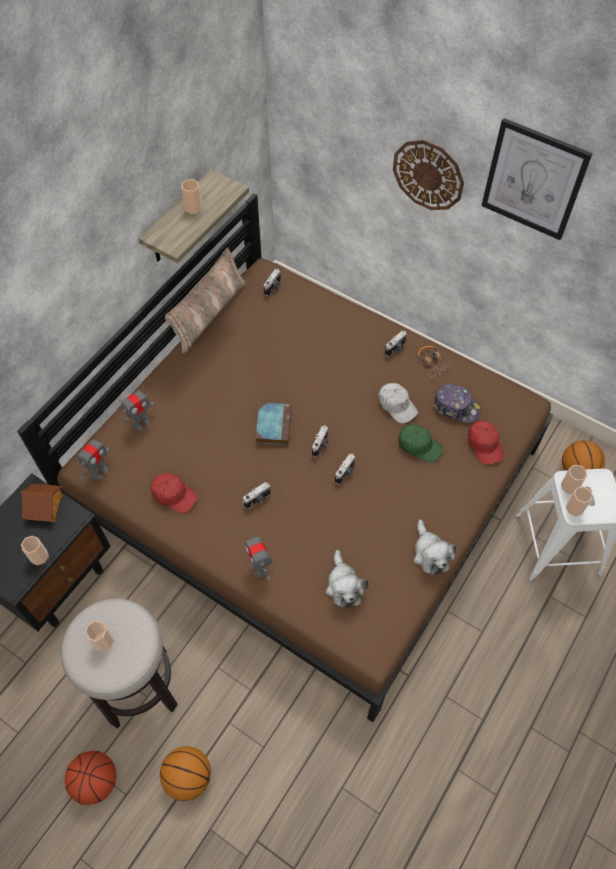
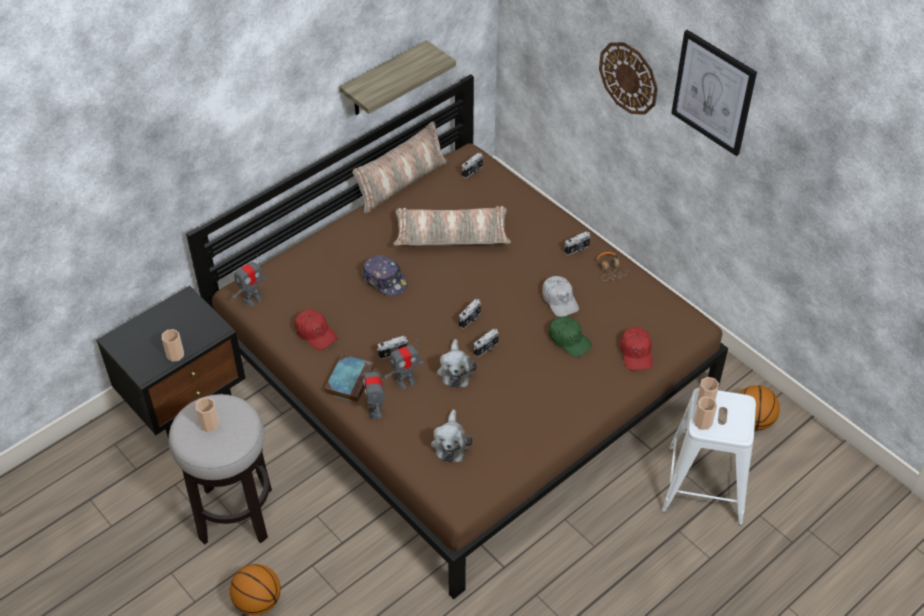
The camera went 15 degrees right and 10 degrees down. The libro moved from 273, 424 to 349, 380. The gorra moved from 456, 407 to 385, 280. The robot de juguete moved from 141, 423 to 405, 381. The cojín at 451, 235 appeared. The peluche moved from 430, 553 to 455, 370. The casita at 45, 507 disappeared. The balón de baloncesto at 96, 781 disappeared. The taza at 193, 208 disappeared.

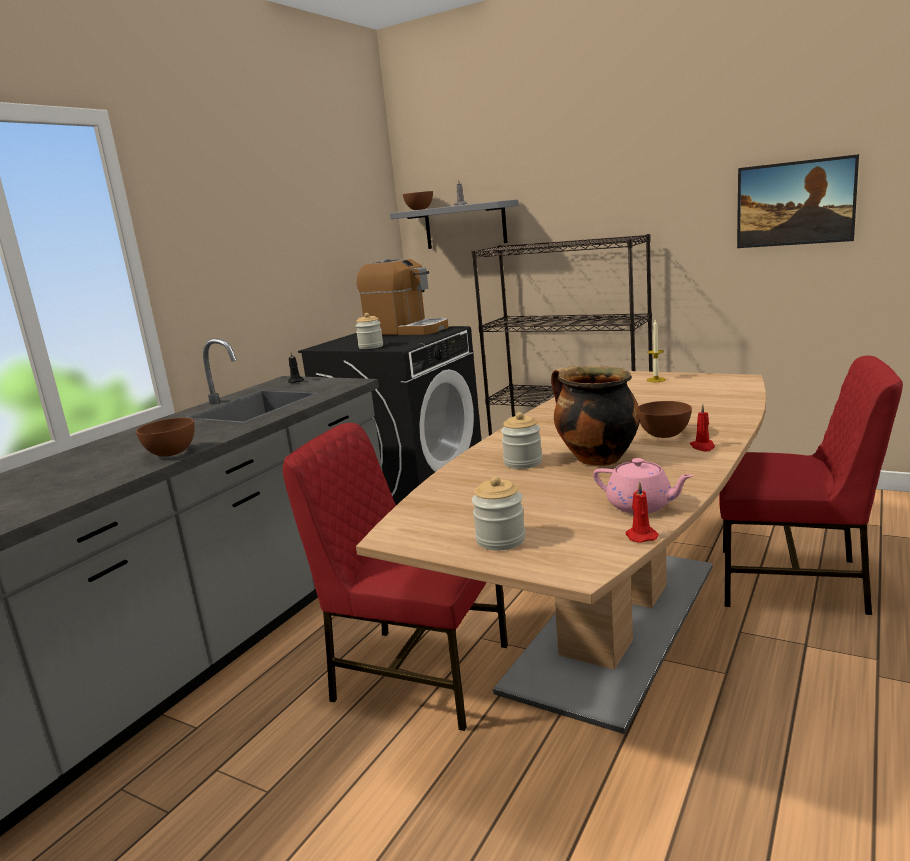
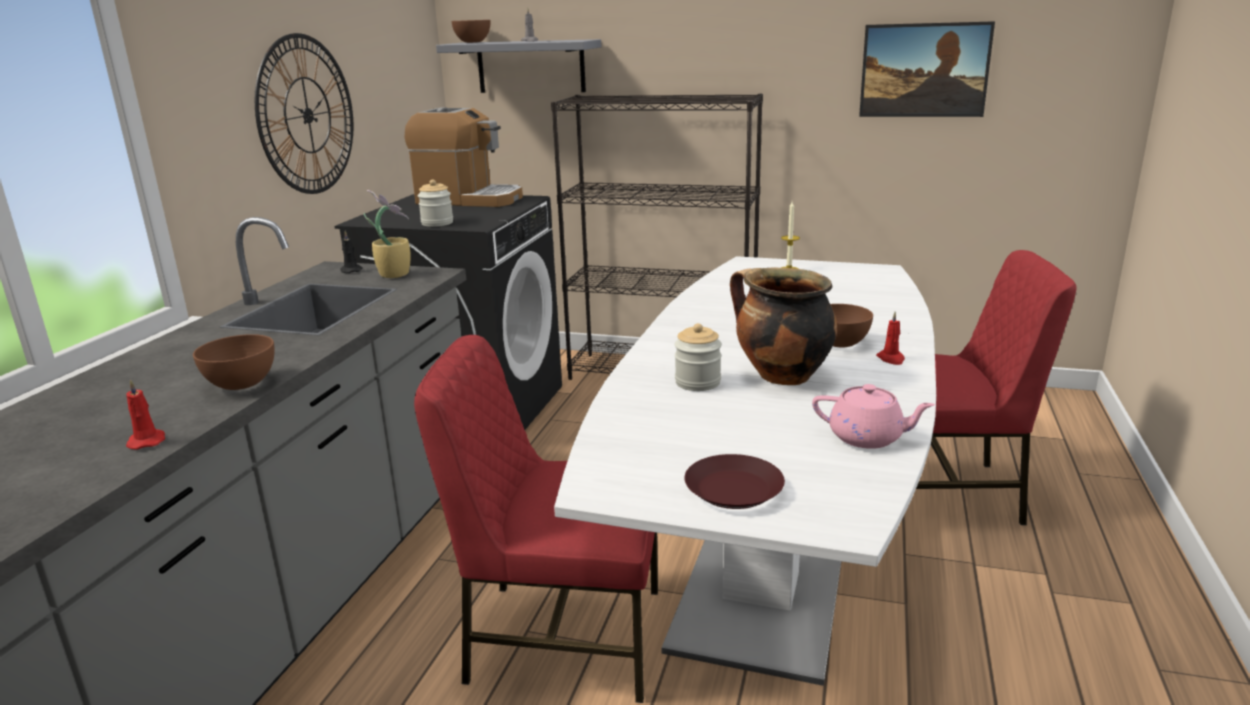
The camera went 15 degrees left and 5 degrees up. The vela [rojo] moved from 640, 536 to 147, 441. The reloj de pared at 307, 115 appeared. The planta en maceta at 394, 274 appeared. The mesa de comedor [marrón] at 616, 622 became the mesa de comedor [blanco] at 772, 553. The tarro at 500, 540 was replaced by the plato [marrón] at 732, 489.

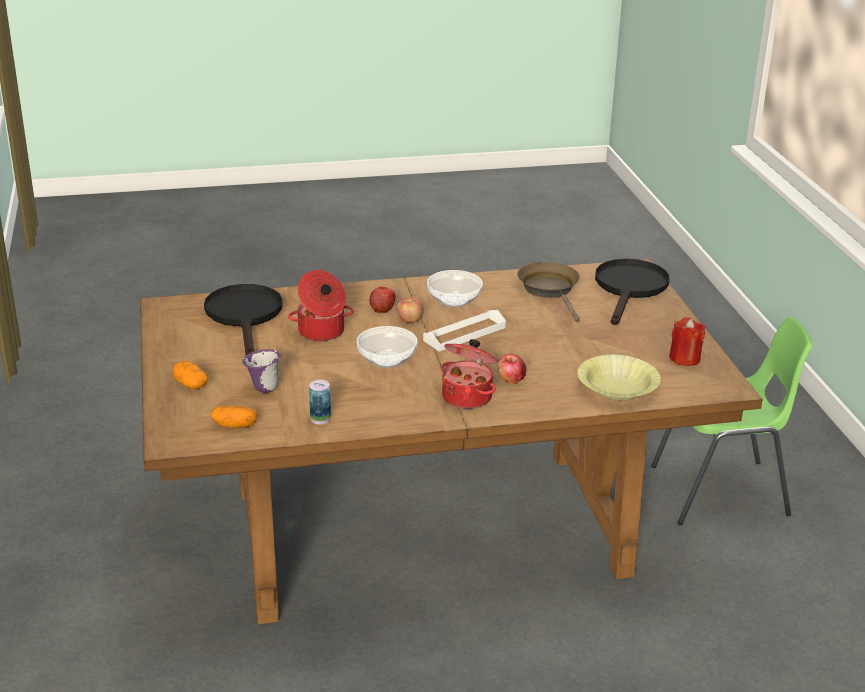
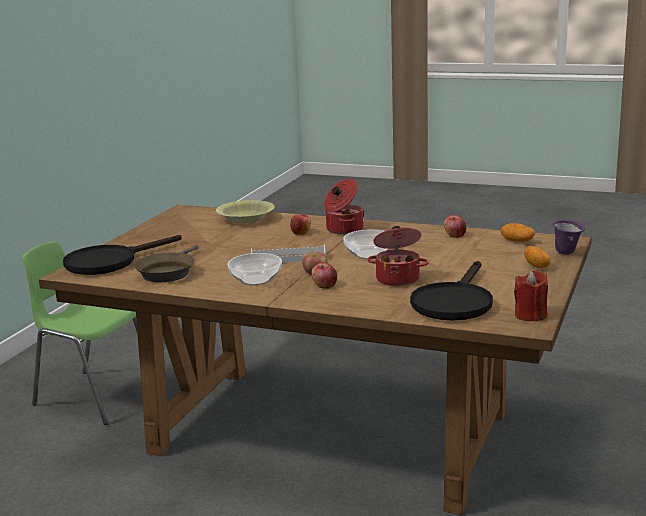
The camera went 145 degrees left and 10 degrees down. The lata at 320, 419 was replaced by the manzana at 455, 235. The vela [rojo] moved from 684, 358 to 530, 315. The taza grande [morado] moved from 263, 389 to 567, 253.

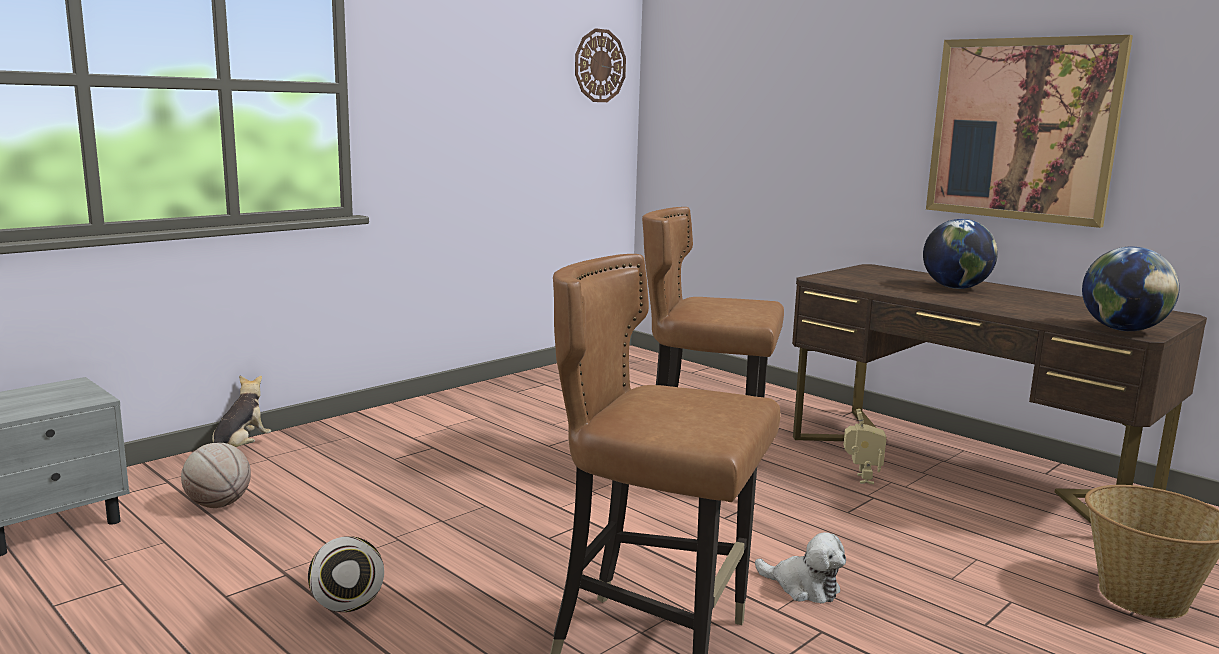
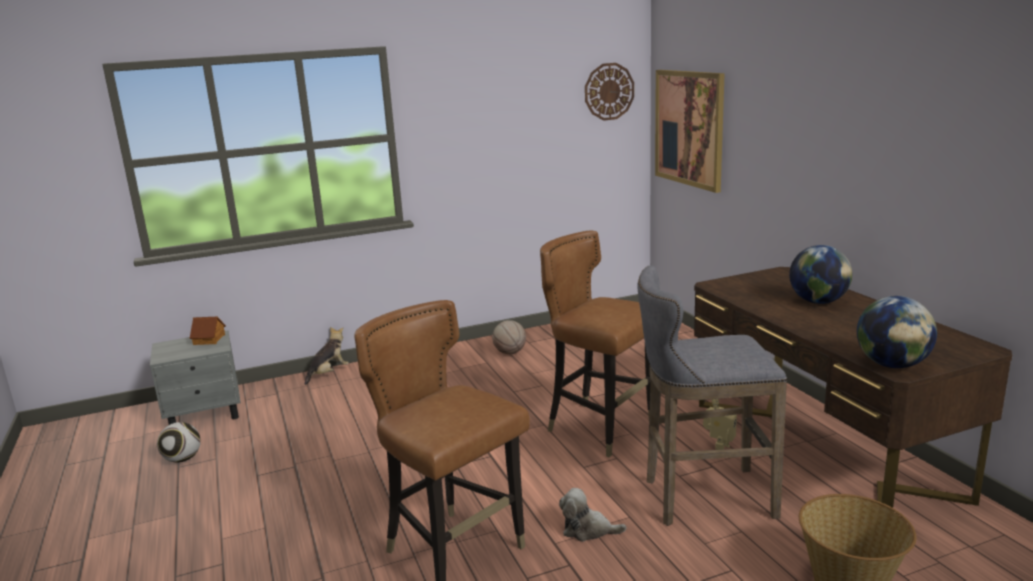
The camera went 25 degrees right and 5 degrees up. The balón de fútbol moved from 347, 606 to 183, 459. The casita at 209, 339 appeared. The balón de baloncesto moved from 218, 505 to 509, 353. The peluche at 803, 587 turned 135 degrees clockwise. The taburete [gris] at 702, 498 appeared. The cuadro moved from 1022, 129 to 689, 128.

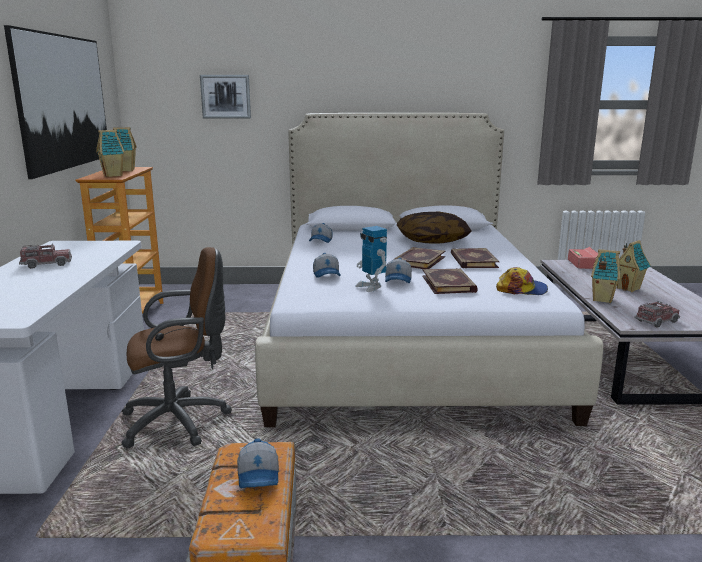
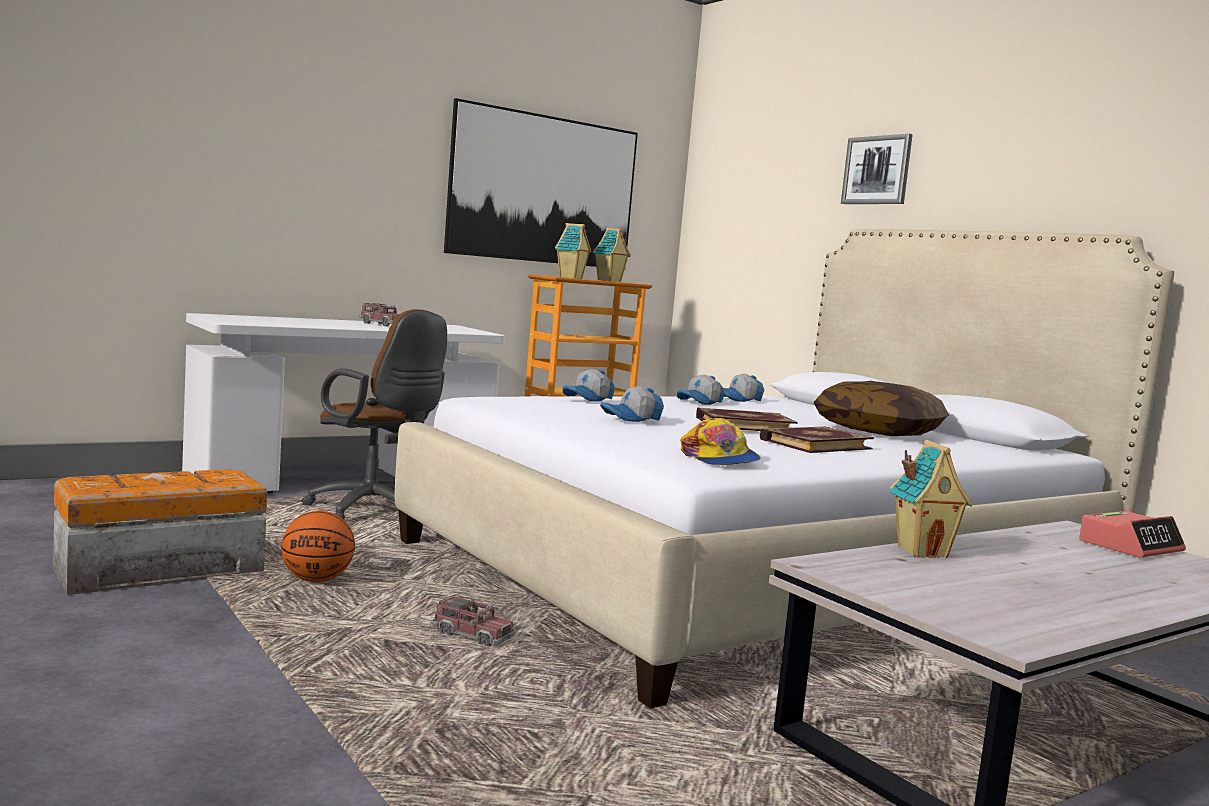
The camera went 55 degrees right and 10 degrees down. The balón de baloncesto at 316, 580 appeared. The camión de juguete moved from 656, 321 to 472, 636. The gorra moved from 259, 475 to 700, 402. The cuadro moved from 225, 96 to 877, 170. The robot de juguete at 371, 287 disappeared. The libro at 449, 284 disappeared. The casita at 629, 288 disappeared.

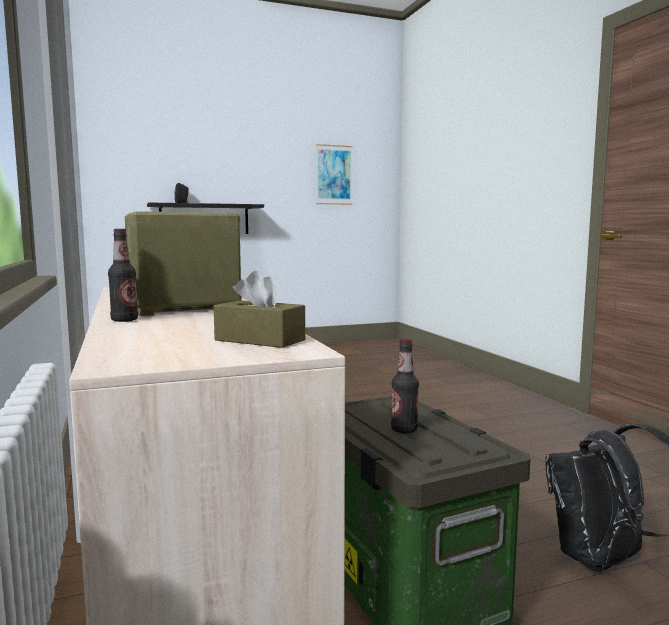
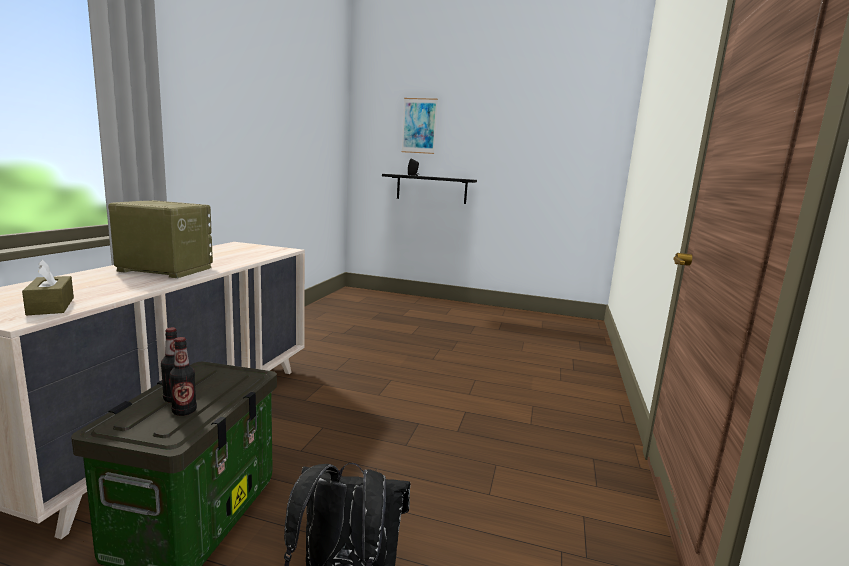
The camera went 35 degrees right and 5 degrees up. The botella moved from 124, 320 to 184, 411. The cuadro moved from 334, 175 to 419, 126.

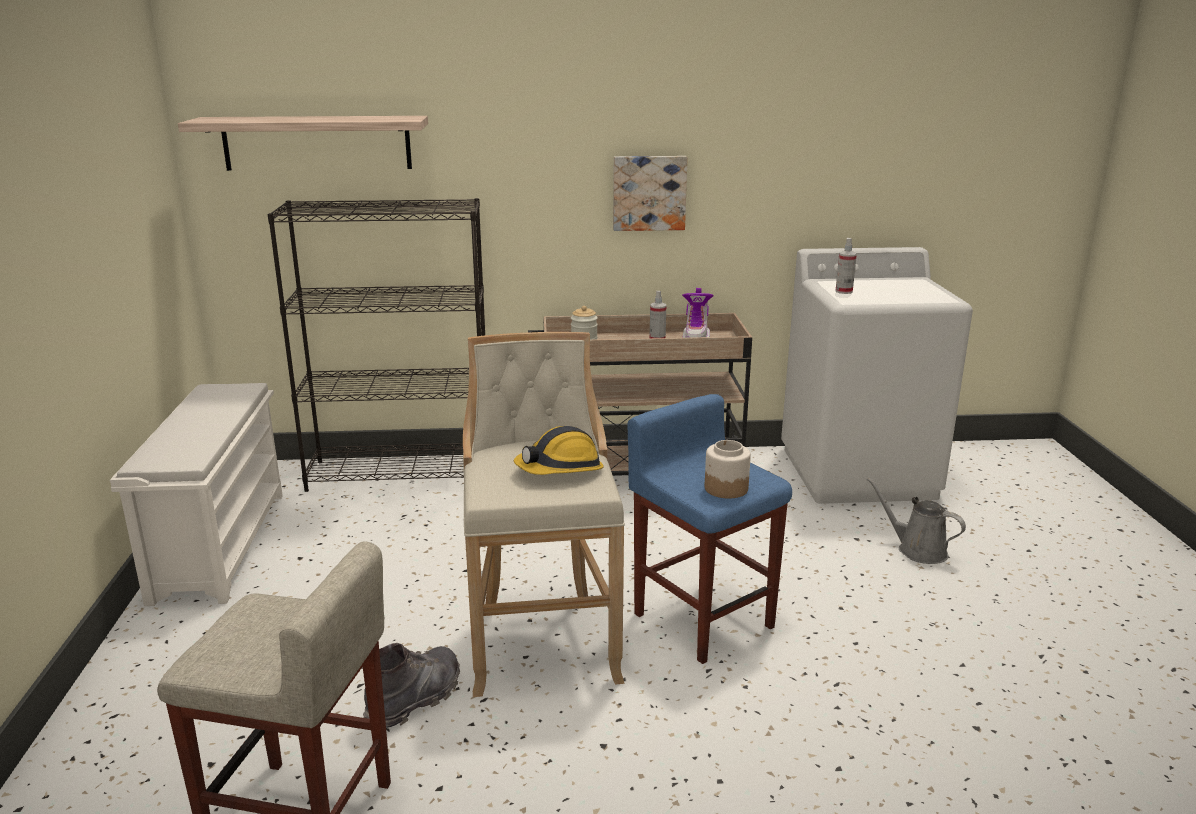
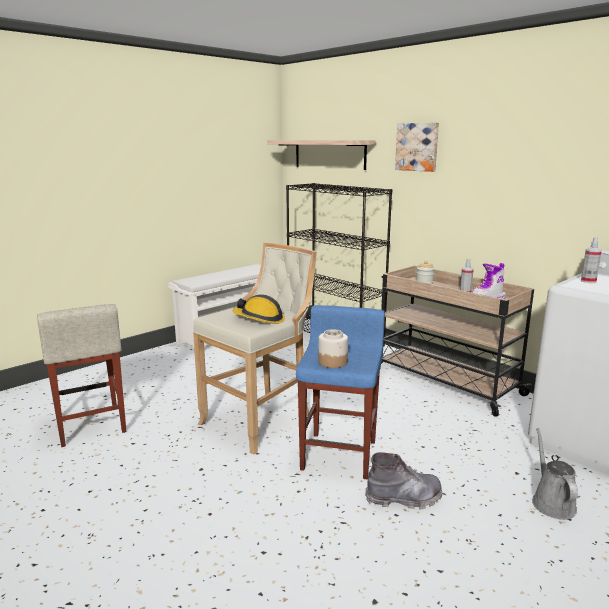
The camera went 50 degrees right and 5 degrees down. The bota [gris] moved from 415, 699 to 404, 499. The cuadro moved from 649, 192 to 417, 147.

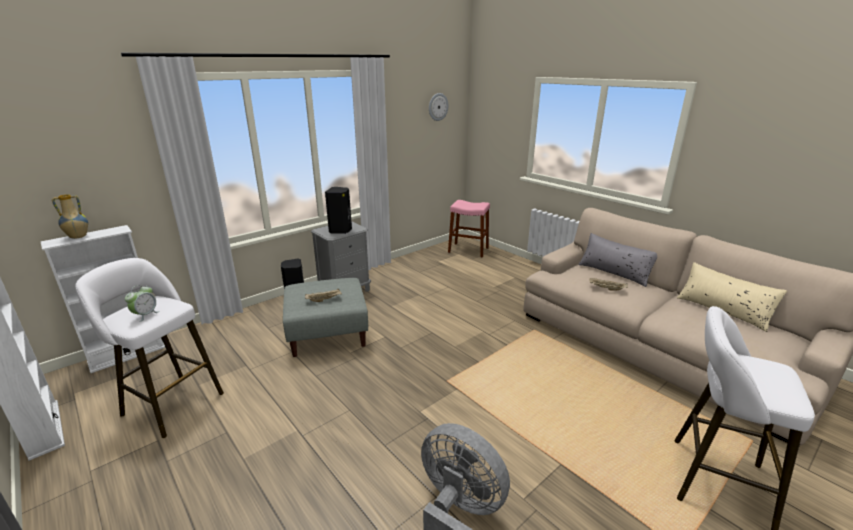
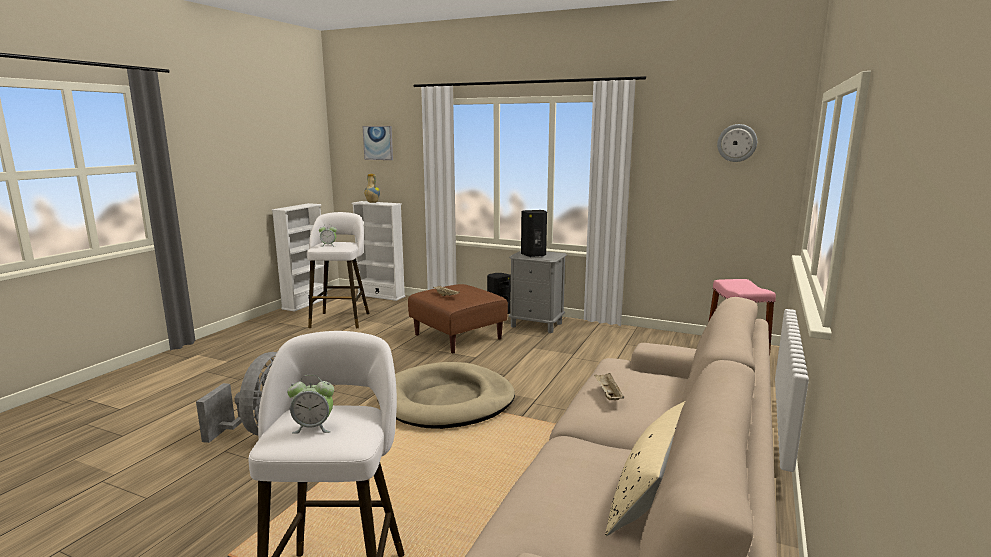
The camera went 65 degrees right and 10 degrees down. The despertador at 313, 427 appeared. The cuadro at 378, 143 appeared. The cama para perro [beis] at 446, 401 appeared. The puf [gris] at 328, 333 became the puf [marrón] at 458, 336. The cojín [gris] at 614, 272 disappeared.

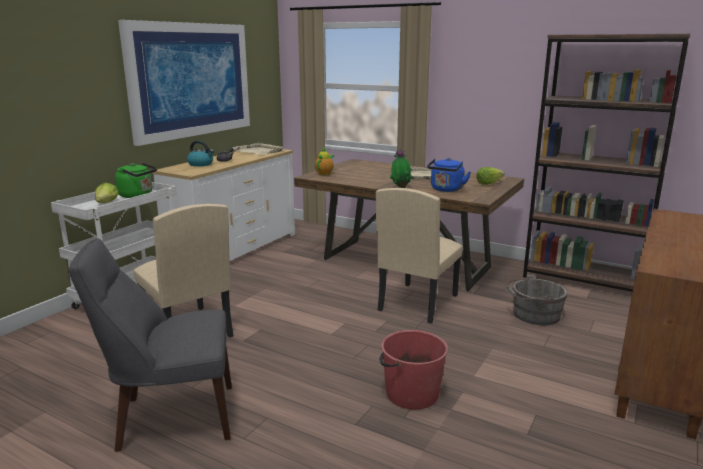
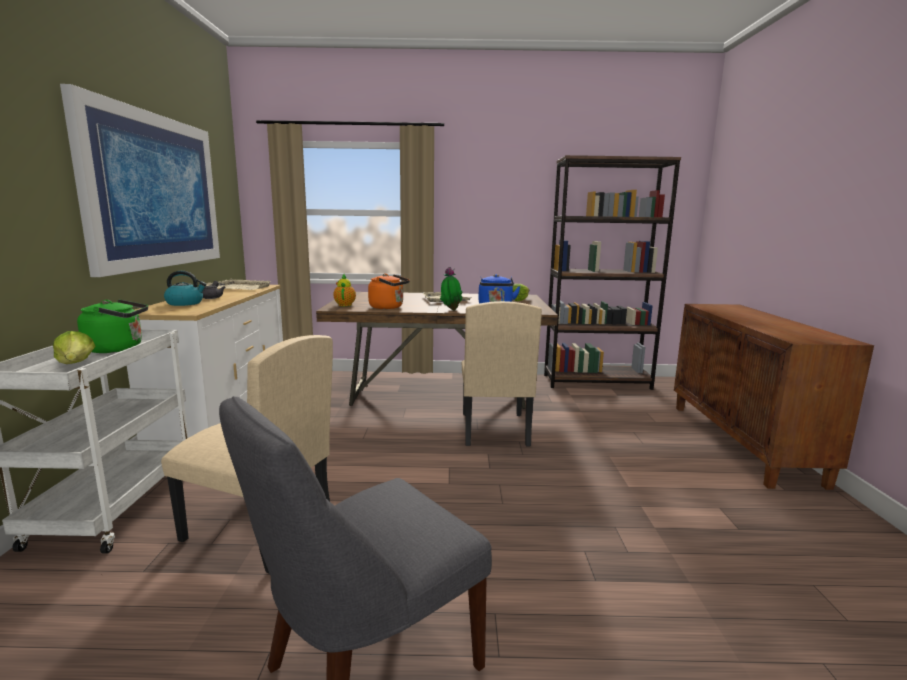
The camera went 30 degrees left and 5 degrees down. The hervidor [naranja] at 388, 307 appeared. The cubo [rojo] at 411, 394 disappeared. The cubo [gris] at 533, 315 disappeared.

